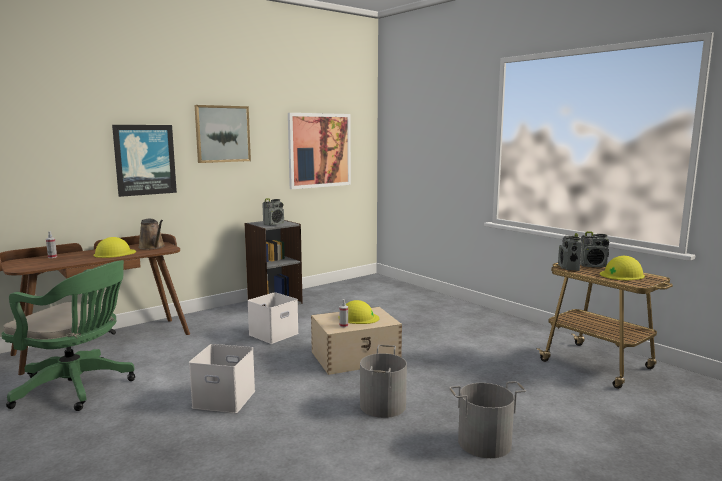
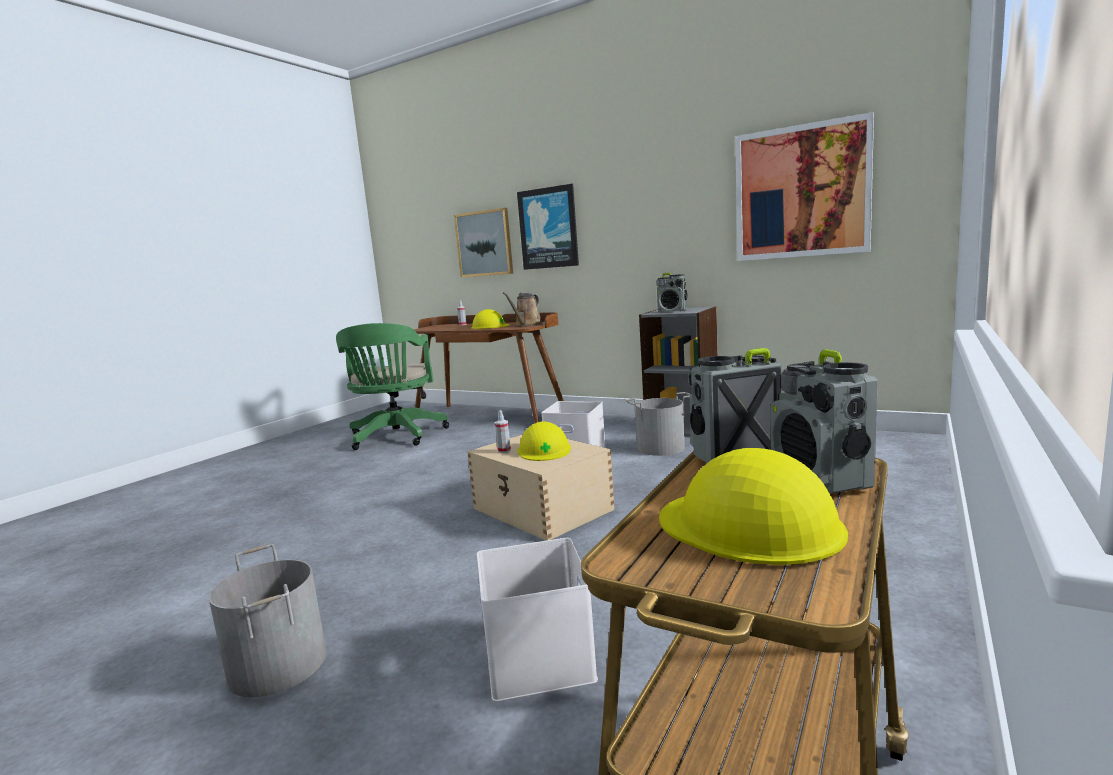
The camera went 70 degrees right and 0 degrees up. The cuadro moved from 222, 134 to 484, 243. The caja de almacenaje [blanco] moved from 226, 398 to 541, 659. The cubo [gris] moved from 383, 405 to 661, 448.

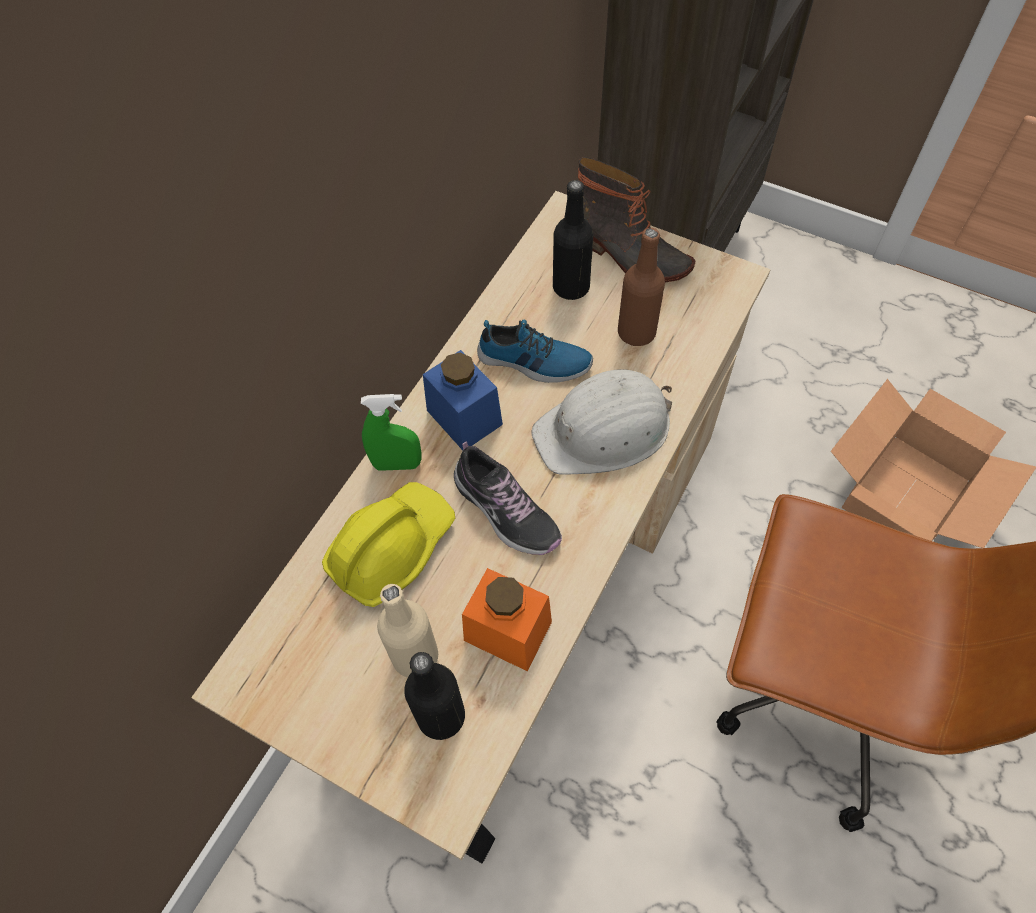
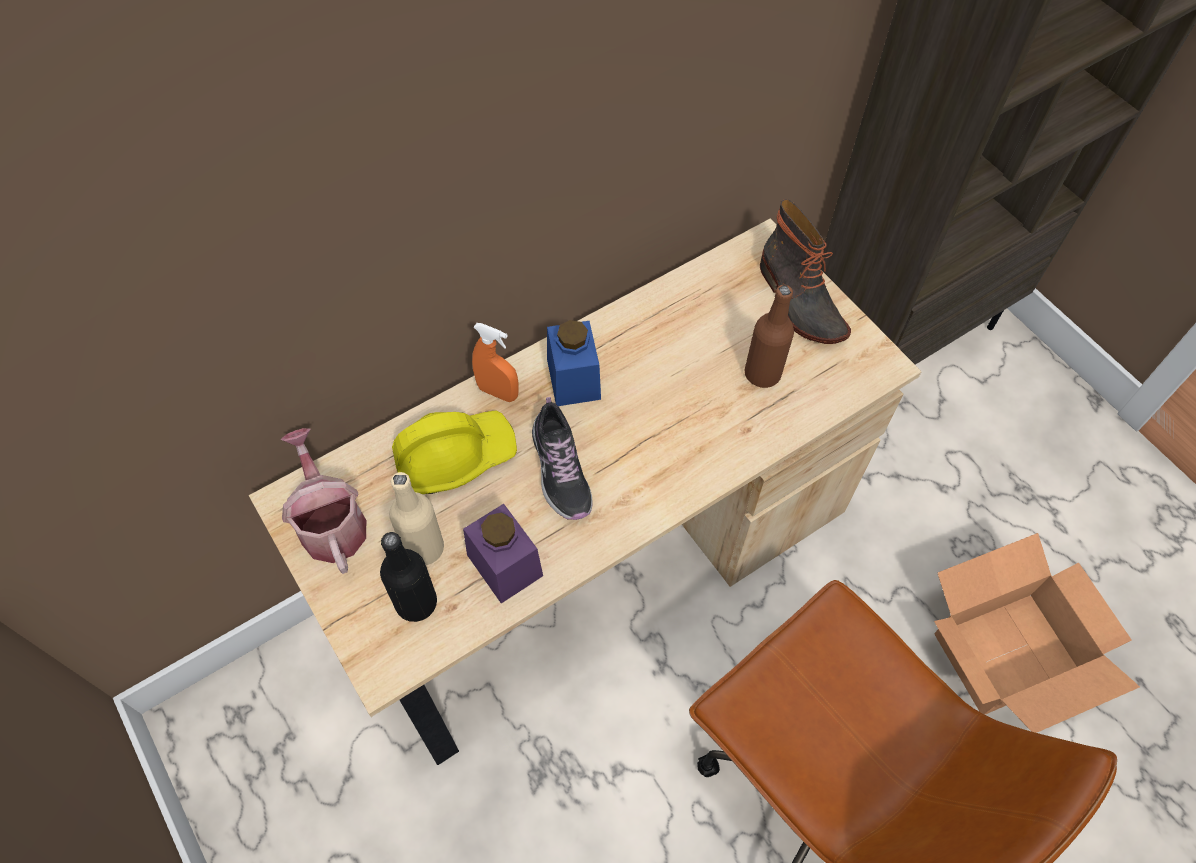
The camera went 25 degrees right and 0 degrees up. The regadera at 330, 522 appeared. The tarro [naranja] at 508, 631 became the tarro [morado] at 505, 565. The pulverizador [verde] at 397, 464 became the pulverizador [naranja] at 498, 392. The zapato at 534, 362 disappeared. The casco [blanco] at 604, 430 disappeared. The botella [negro] at 571, 287 disappeared.

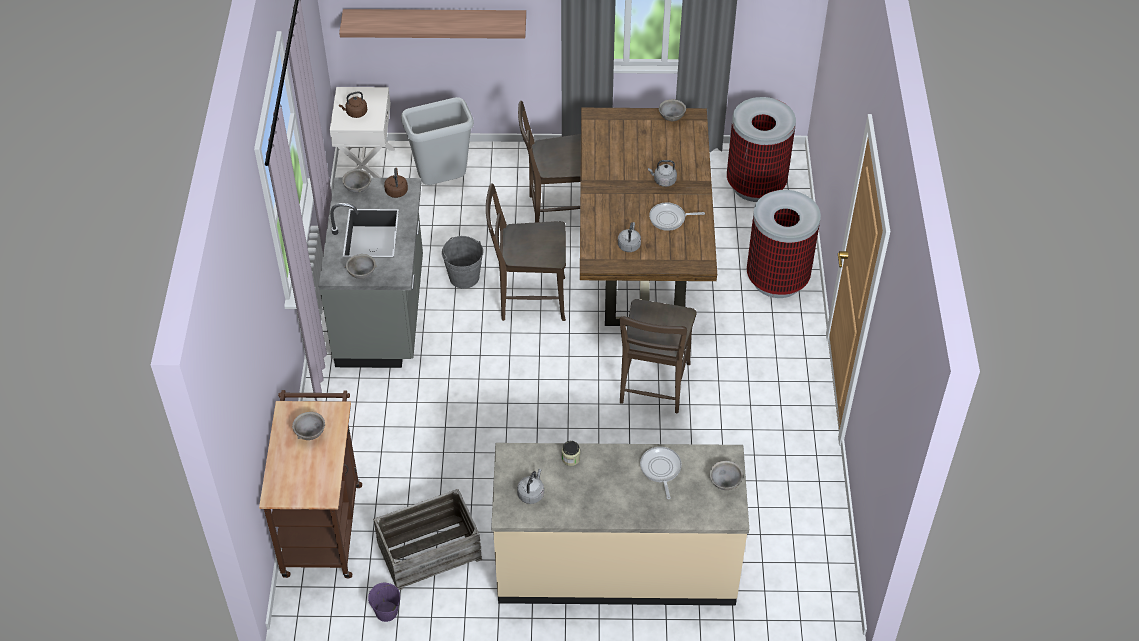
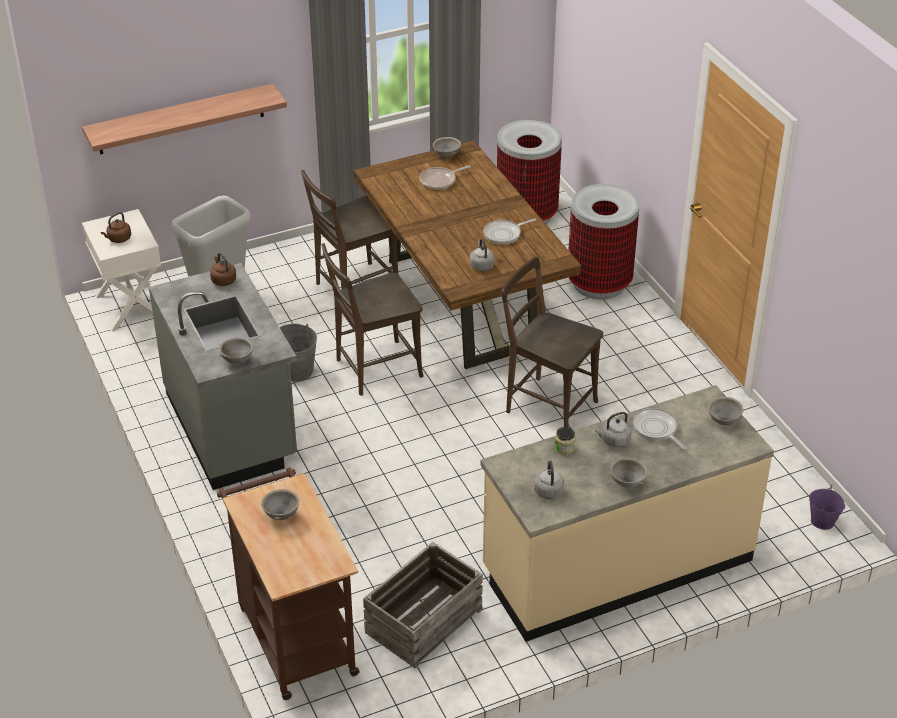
The camera went 25 degrees left and 10 degrees down. The sartén at 440, 180 appeared. The silla [marrón] at 653, 386 turned 135 degrees clockwise. The hervidor [gris] moved from 663, 181 to 614, 441. The cuenco [gris] moved from 358, 188 to 627, 482. The cubo [morado] moved from 386, 612 to 823, 521.

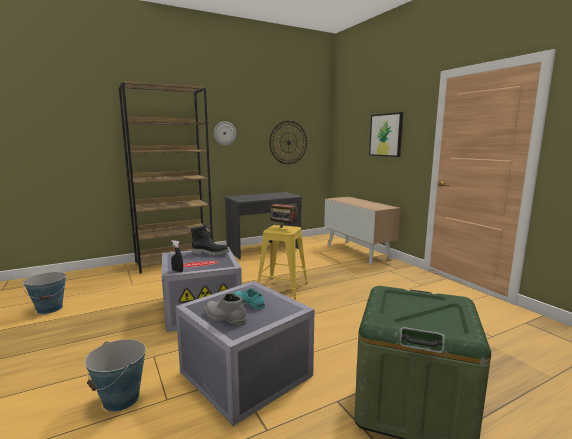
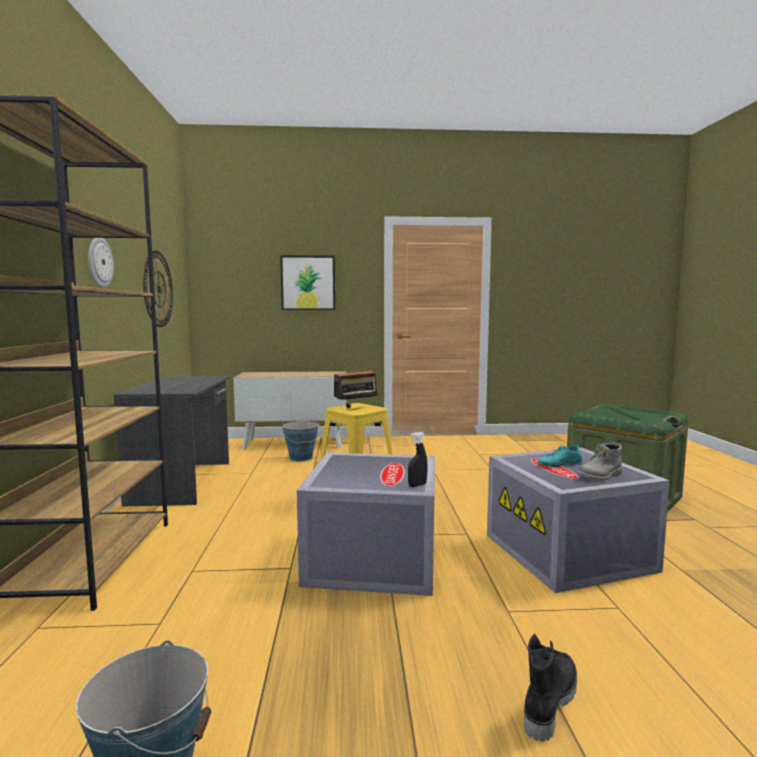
The camera went 65 degrees left and 5 degrees down. The cubo moved from 121, 399 to 301, 458. The bota [negro] moved from 210, 253 to 548, 702.

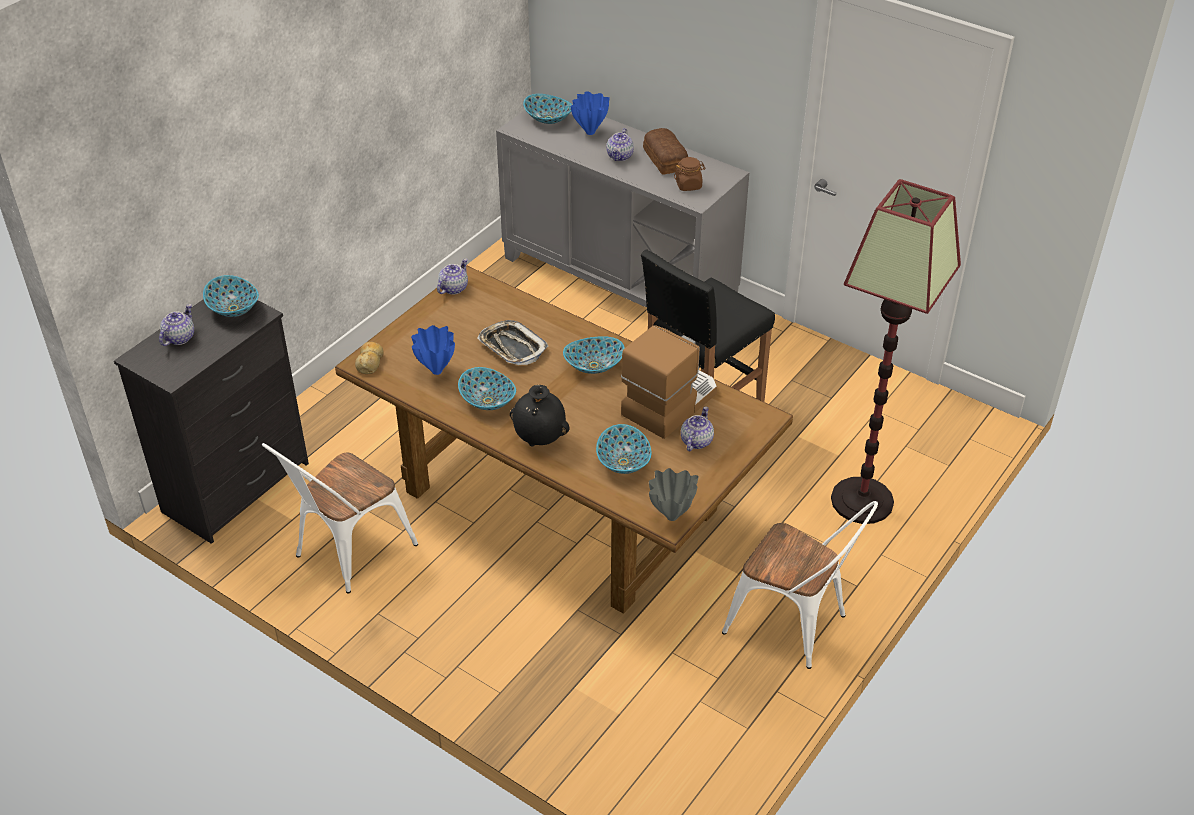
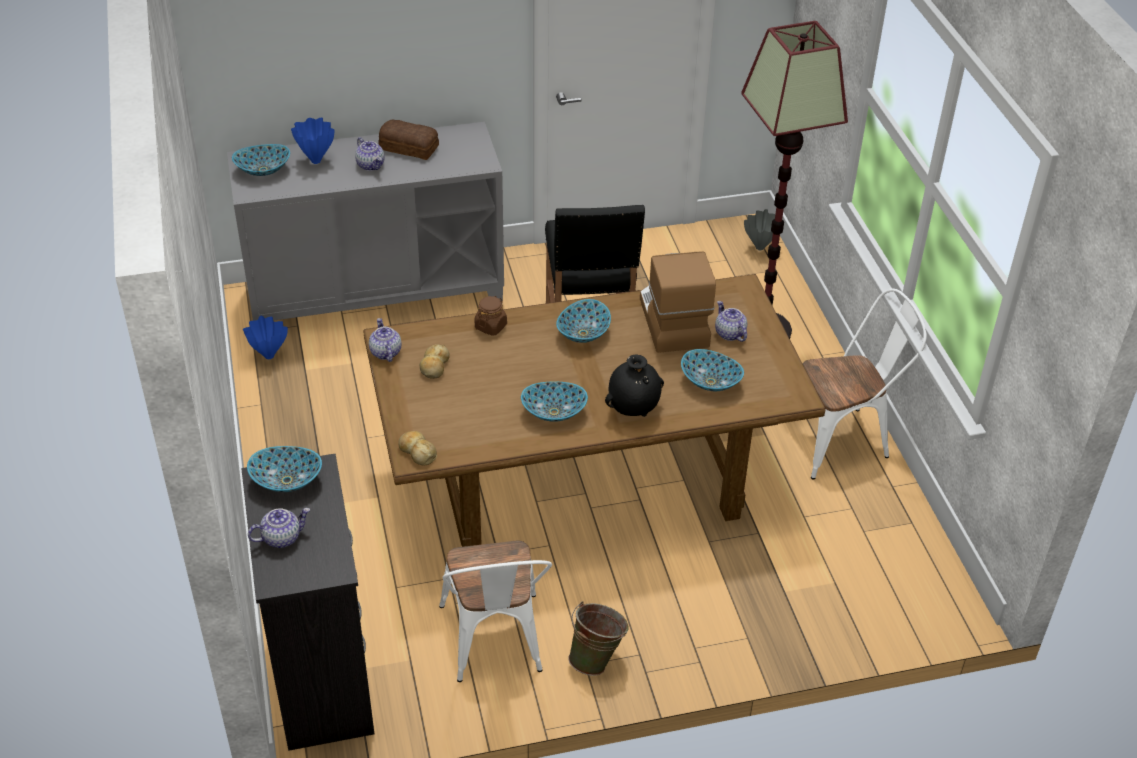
The camera went 50 degrees left and 0 degrees up. The florero [azul] moved from 436, 370 to 268, 356. The tetera at 179, 337 turned 90 degrees clockwise. The pan at 434, 366 appeared. The tarro [marrón] moved from 689, 185 to 491, 326. The cubo [verde] at 597, 659 appeared. The florero [gris] moved from 671, 517 to 759, 248. The bandeja at 512, 347 disappeared.

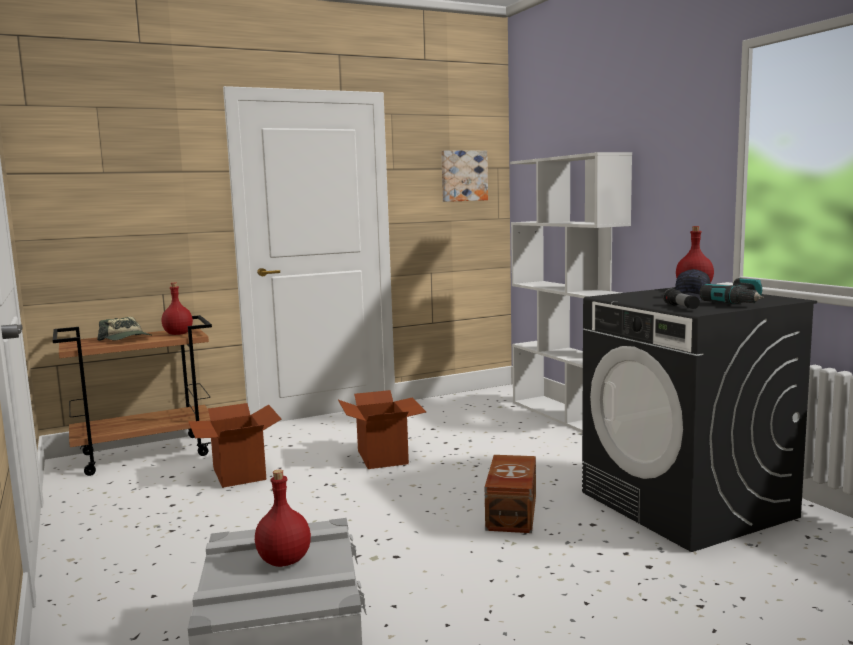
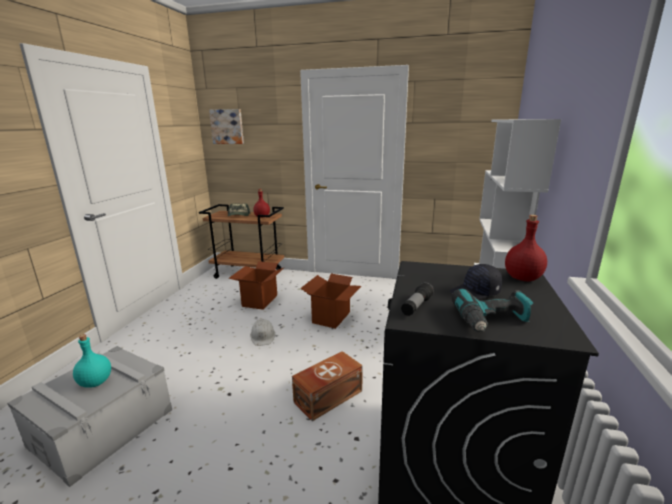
The camera went 40 degrees right and 10 degrees up. The botella [rojo] at 283, 561 became the botella [turquesa] at 95, 382. The cuadro moved from 463, 176 to 227, 126. The casco [blanco] at 263, 336 appeared.

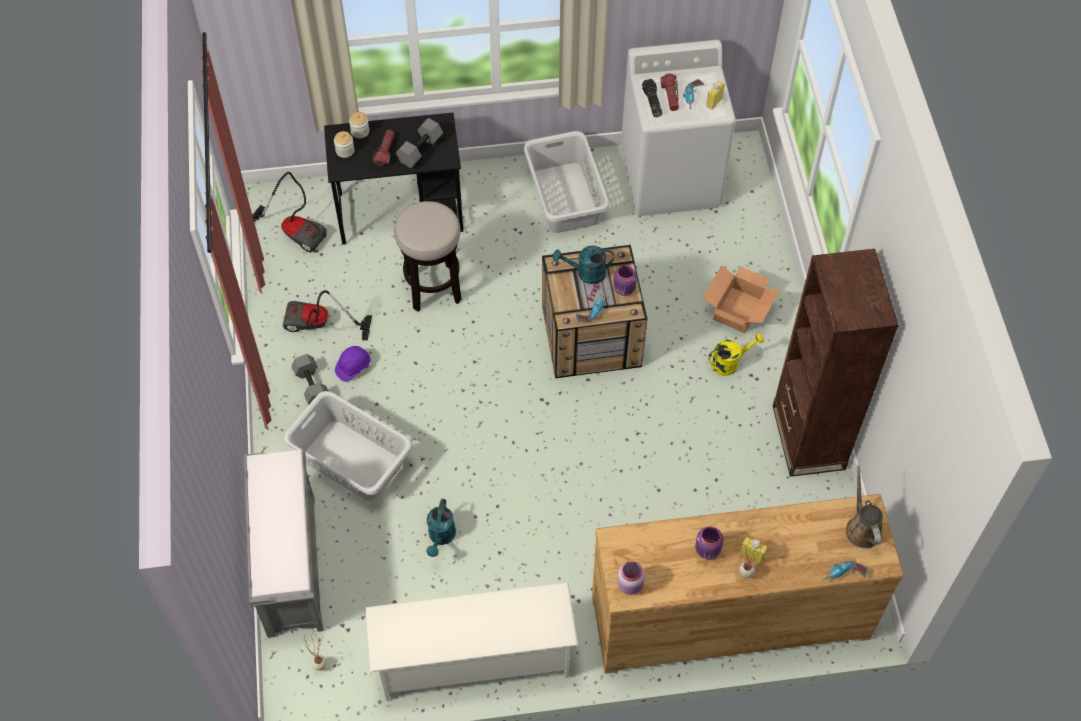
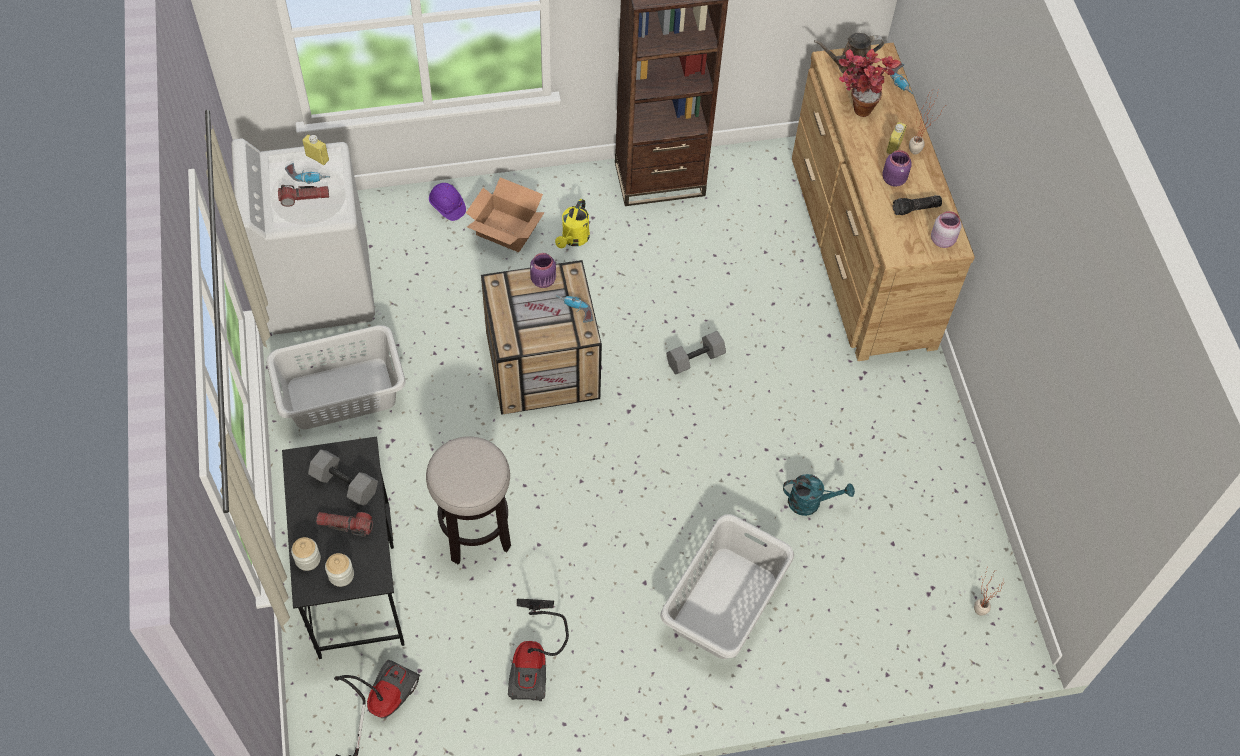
The camera went 95 degrees left and 0 degrees up. The casco [morado] moved from 353, 367 to 447, 206. The regadera [amarillo] at 729, 363 turned 135 degrees counterclockwise. The mancuerna [gris] moved from 313, 386 to 695, 358. The planta en maceta at 857, 106 appeared. The linterna moved from 651, 102 to 915, 209. The banco [gris] at 290, 564 disappeared. The zapatero [blanco] at 474, 659 disappeared. The regadera [turquesa] at 586, 273 disappeared.

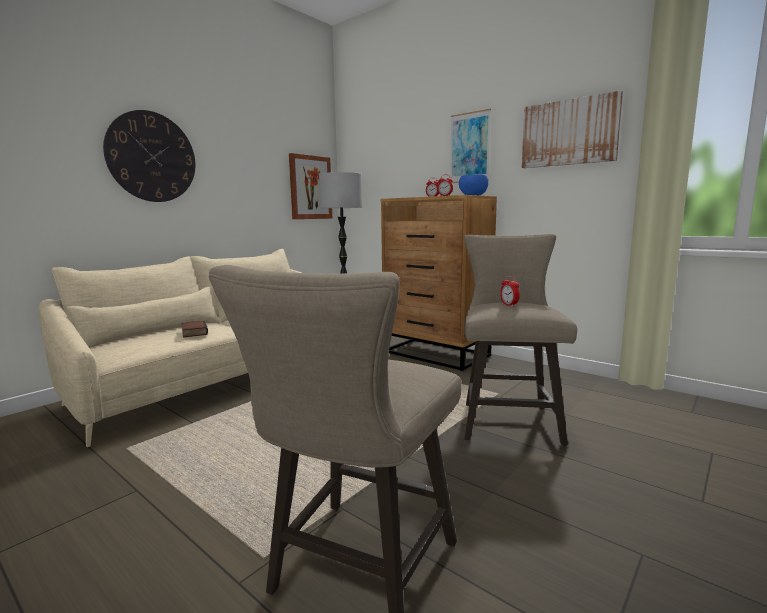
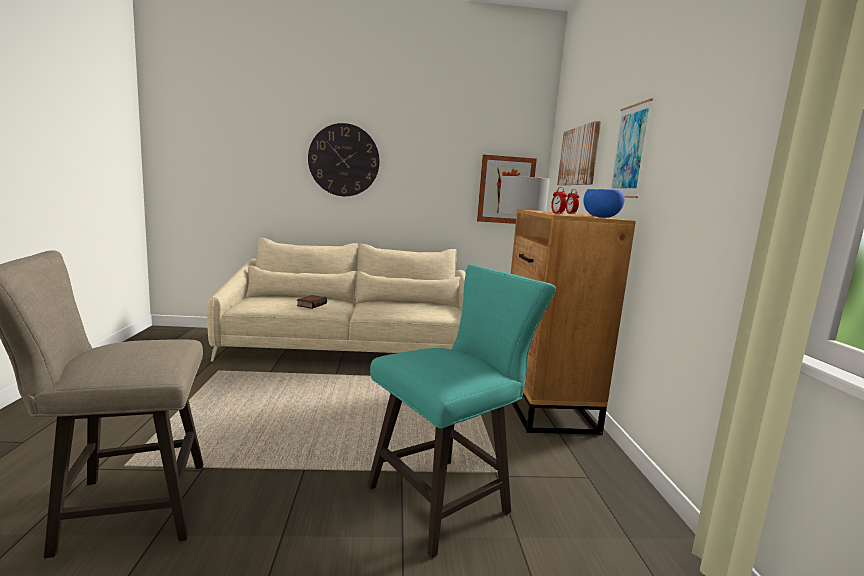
The camera went 45 degrees right and 0 degrees up. The taburete [beis] at 507, 419 became the taburete [turquesa] at 447, 497. The cuadro moved from 569, 132 to 579, 156. The despertador at 509, 305 disappeared.

